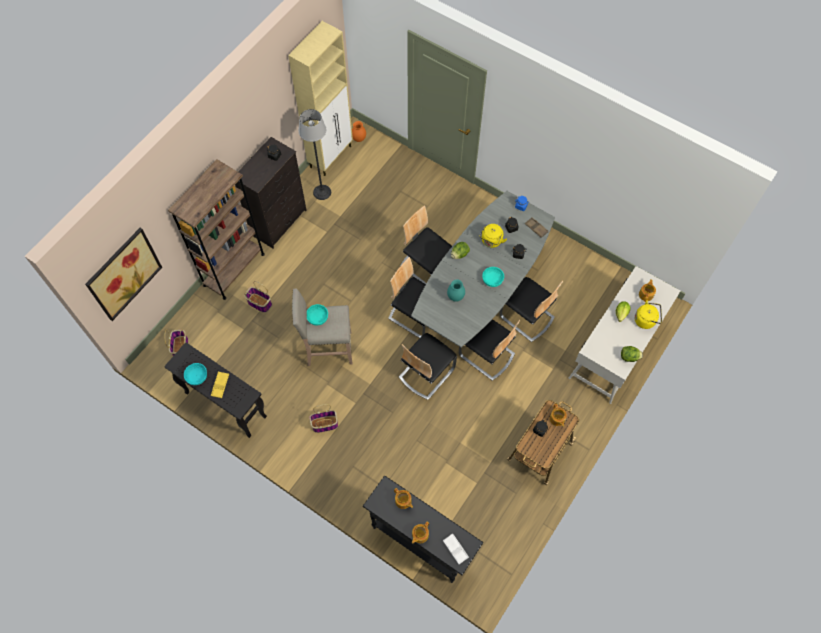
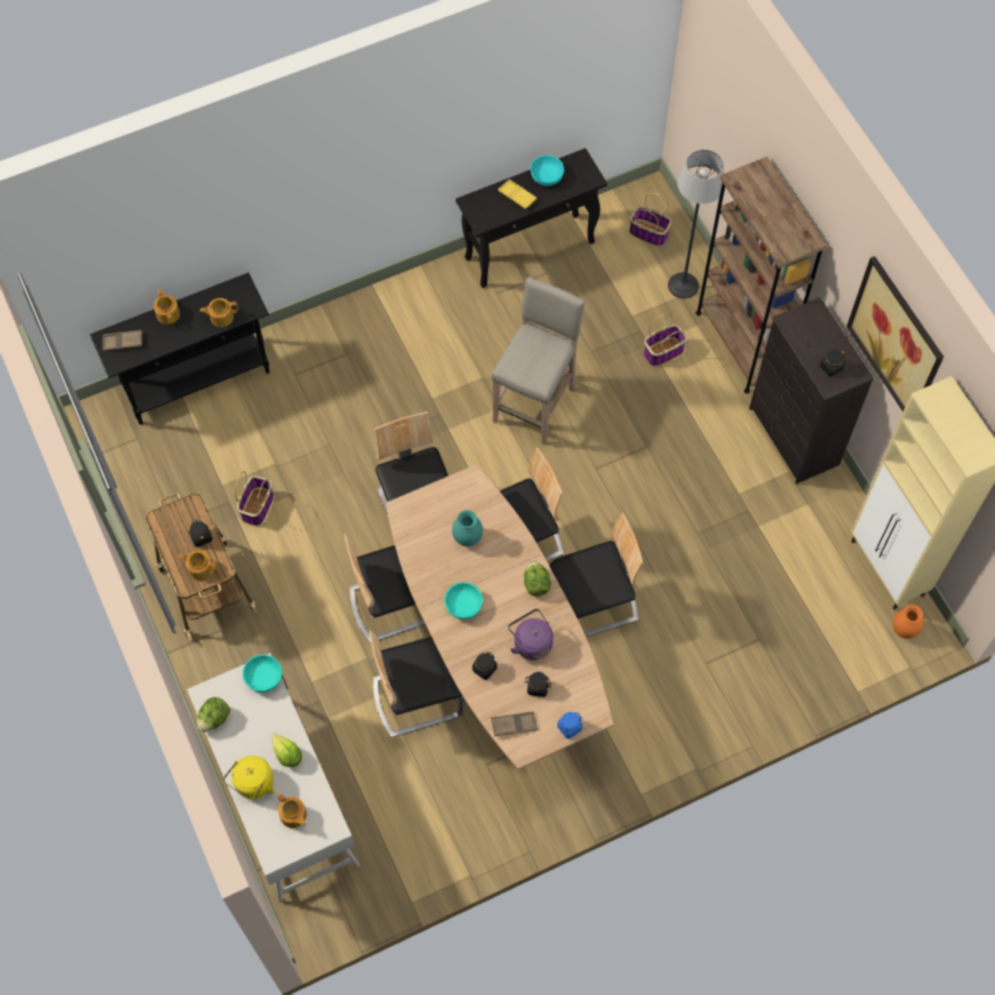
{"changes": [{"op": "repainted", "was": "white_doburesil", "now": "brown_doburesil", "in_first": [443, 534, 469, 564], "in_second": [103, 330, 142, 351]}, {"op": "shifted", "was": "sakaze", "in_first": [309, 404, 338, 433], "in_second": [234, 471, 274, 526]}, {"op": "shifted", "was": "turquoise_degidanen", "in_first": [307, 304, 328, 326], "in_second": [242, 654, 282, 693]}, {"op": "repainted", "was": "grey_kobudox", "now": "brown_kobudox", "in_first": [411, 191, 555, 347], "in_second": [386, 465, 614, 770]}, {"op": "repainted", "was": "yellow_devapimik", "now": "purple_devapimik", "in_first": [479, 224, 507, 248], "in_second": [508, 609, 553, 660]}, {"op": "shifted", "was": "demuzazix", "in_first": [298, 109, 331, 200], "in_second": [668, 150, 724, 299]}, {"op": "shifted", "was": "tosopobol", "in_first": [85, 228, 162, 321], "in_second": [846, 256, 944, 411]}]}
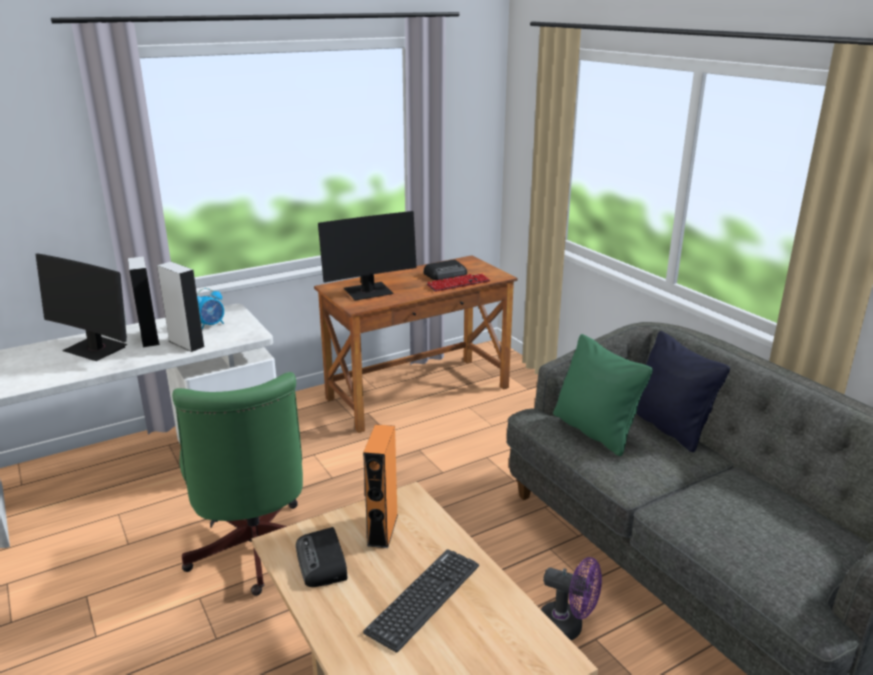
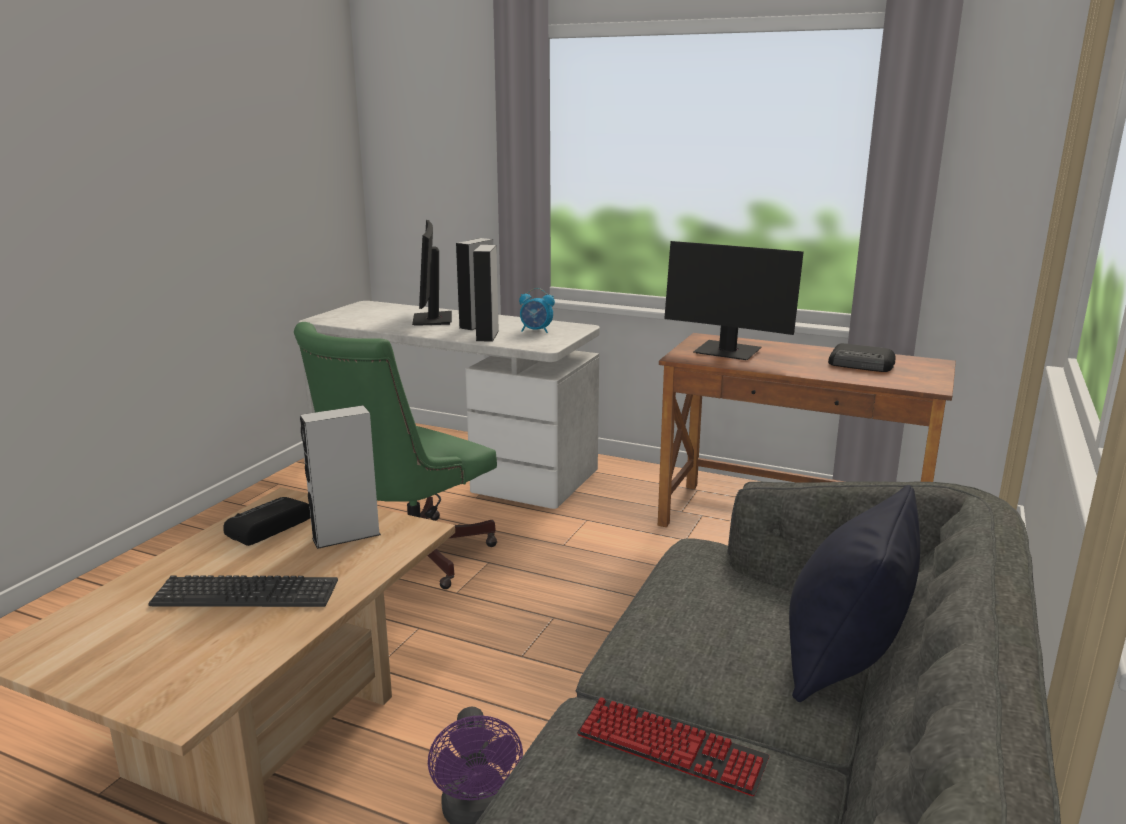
{"changes": [{"op": "repainted", "was": "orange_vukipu", "now": "grey_vukipu", "in_first": [363, 424, 398, 548], "in_second": [300, 405, 381, 549]}, {"op": "shifted", "was": "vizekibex", "in_first": [427, 274, 490, 292], "in_second": [577, 697, 770, 796]}, {"op": "gone", "was": "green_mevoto", "in_first": [553, 334, 653, 456]}]}
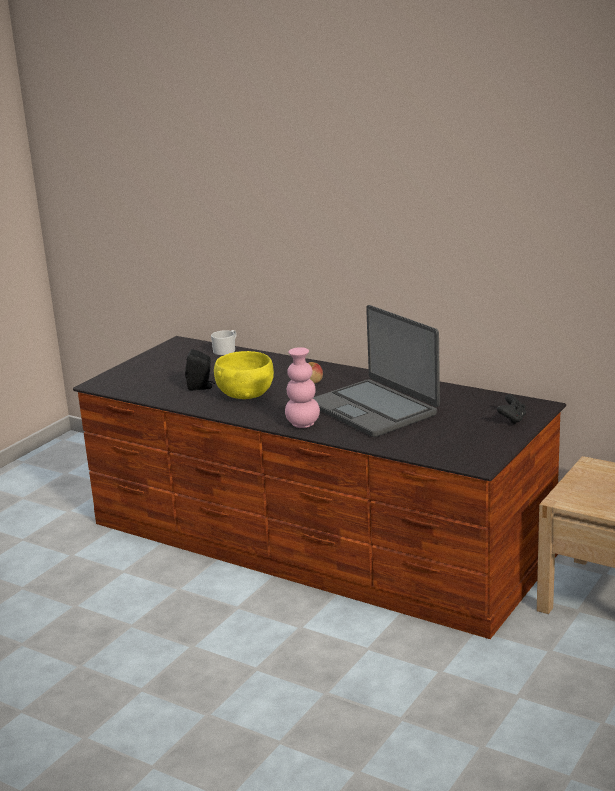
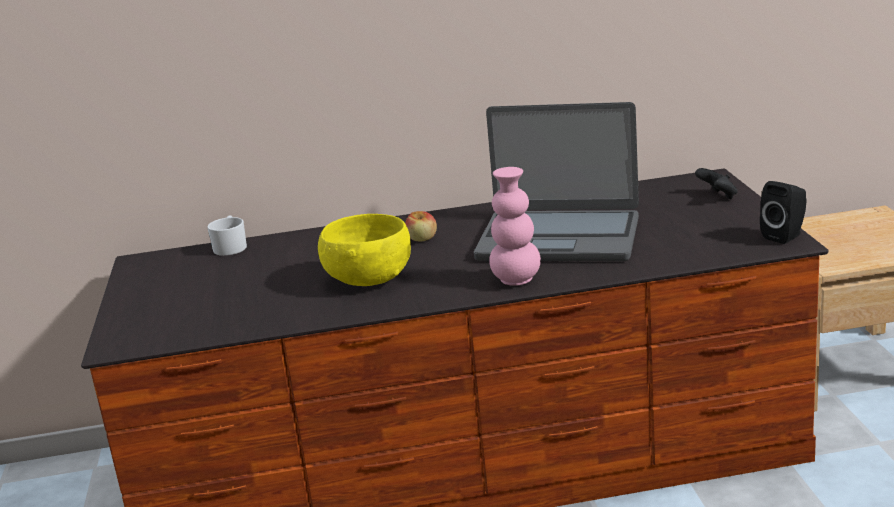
{"changes": [{"op": "shifted", "was": "black_vukipu", "in_first": [185, 349, 215, 390], "in_second": [760, 181, 807, 244]}]}
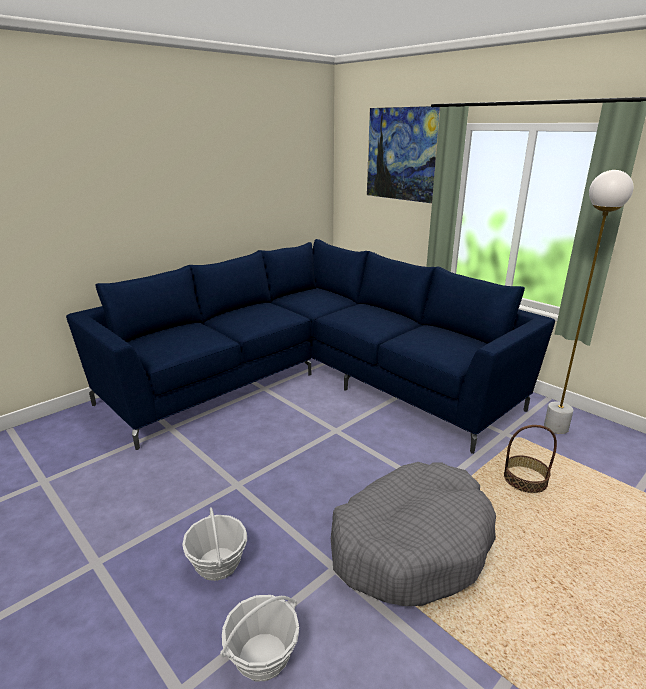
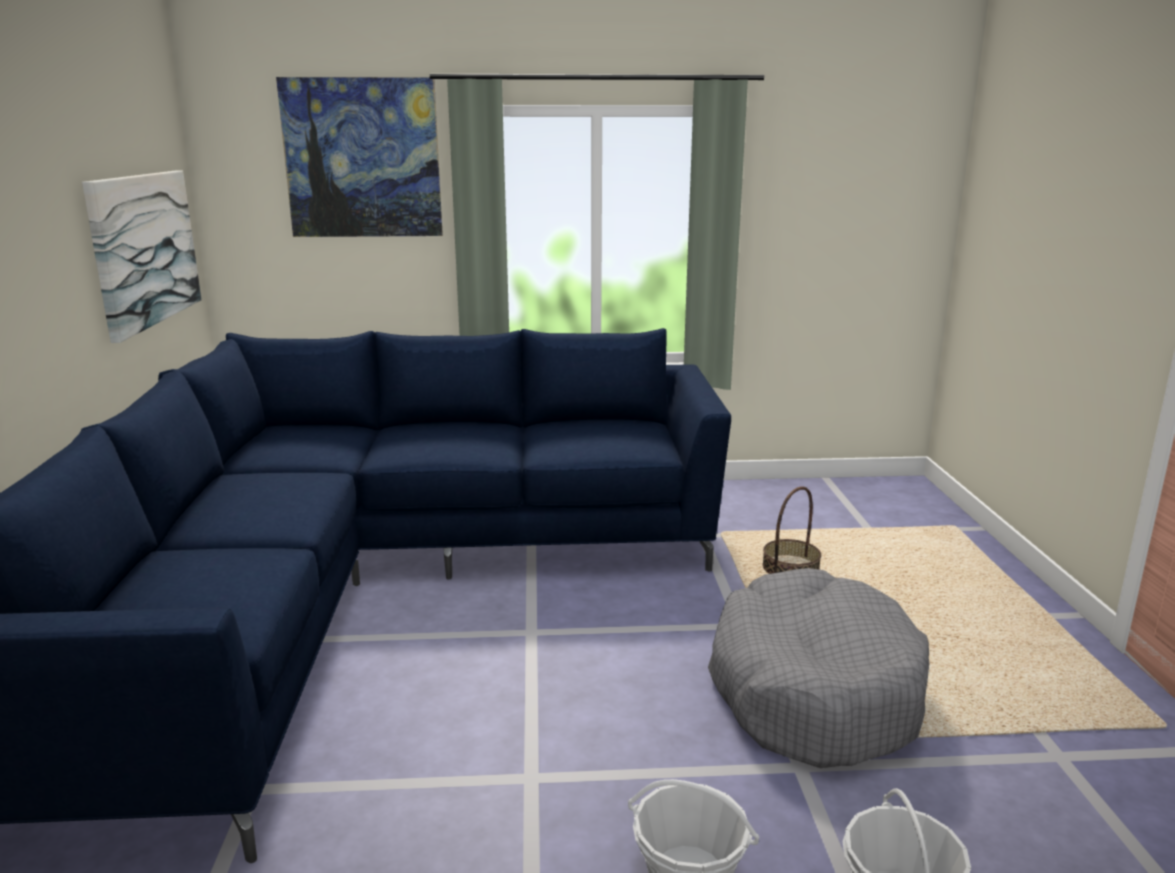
{"changes": [{"op": "new", "now": "tosopobol", "in_second": [82, 171, 201, 343]}, {"op": "gone", "was": "white_demuzazix", "in_first": [544, 170, 633, 434]}]}
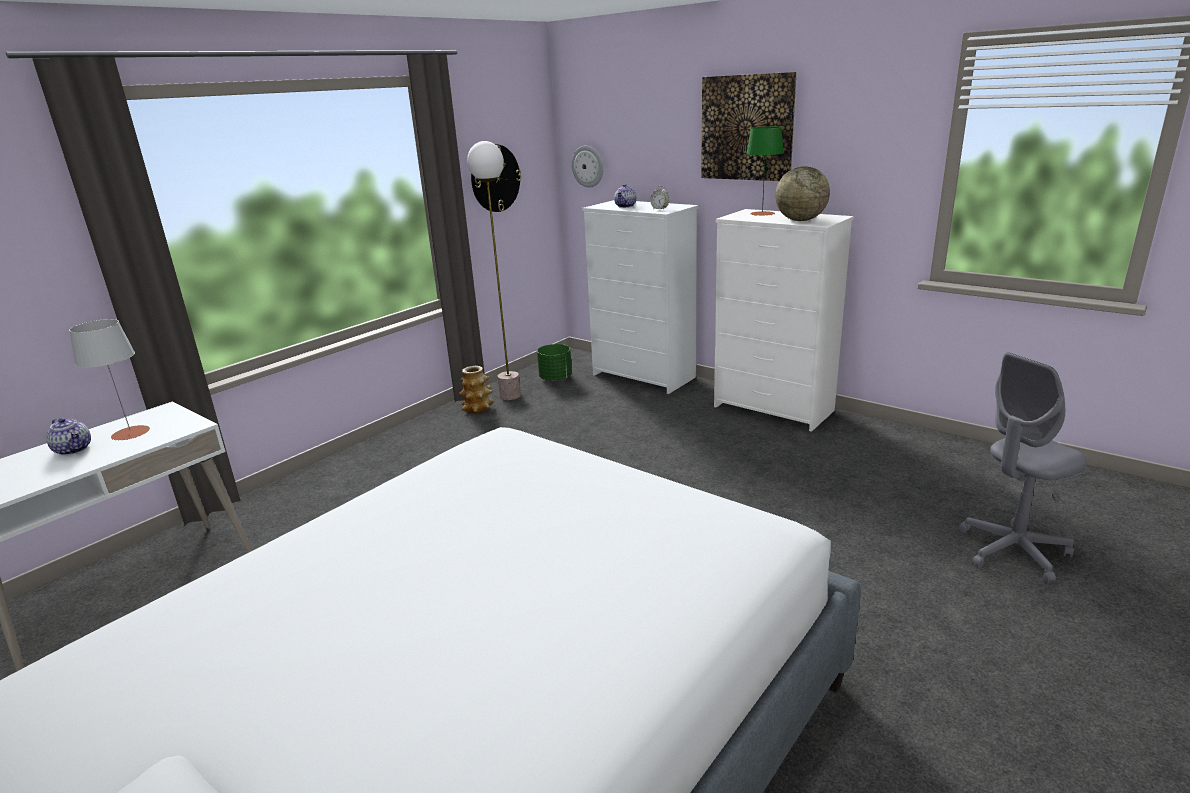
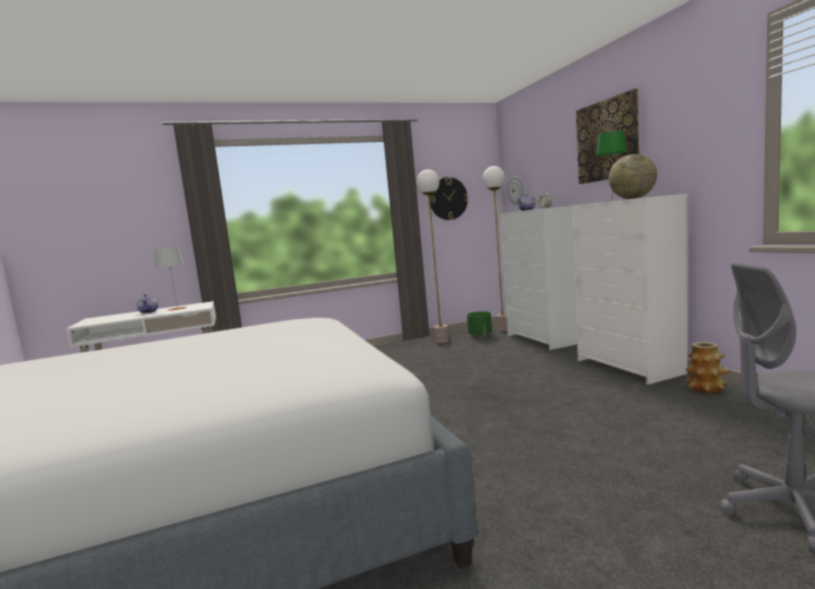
{"changes": [{"op": "new", "now": "demuzazix", "in_second": [482, 166, 507, 331]}, {"op": "shifted", "was": "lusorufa", "in_first": [459, 366, 494, 413], "in_second": [685, 342, 729, 393]}]}
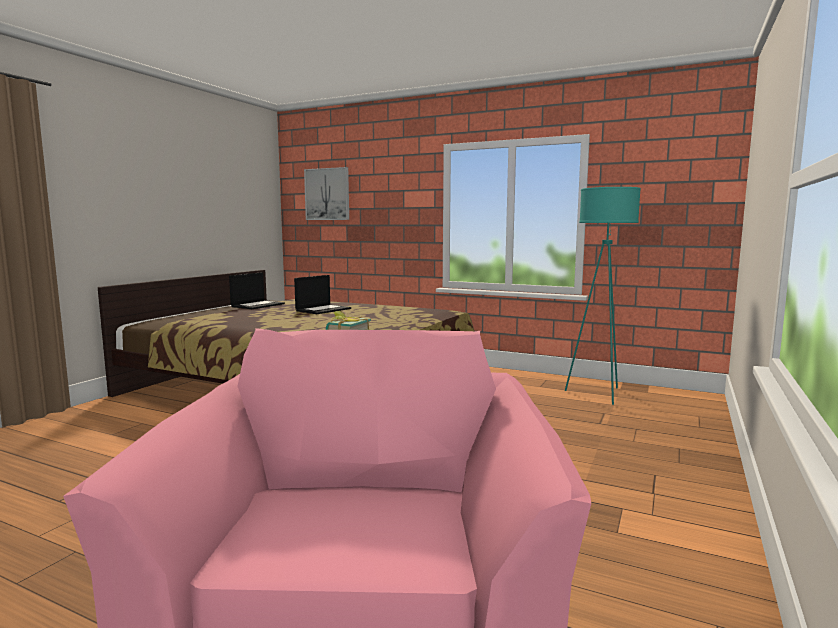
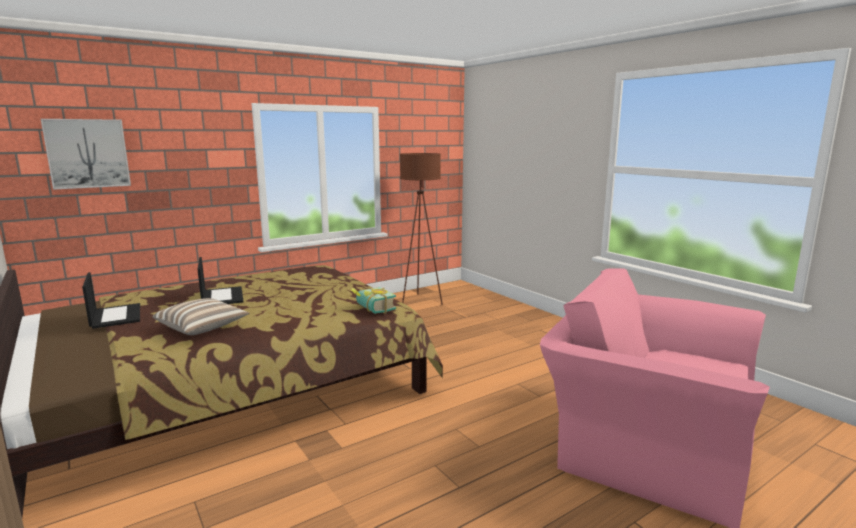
{"changes": [{"op": "new", "now": "mevoto", "in_second": [152, 298, 249, 335]}, {"op": "repainted", "was": "turquoise_demuzazix", "now": "brown_demuzazix", "in_first": [565, 187, 641, 405], "in_second": [400, 153, 443, 305]}]}
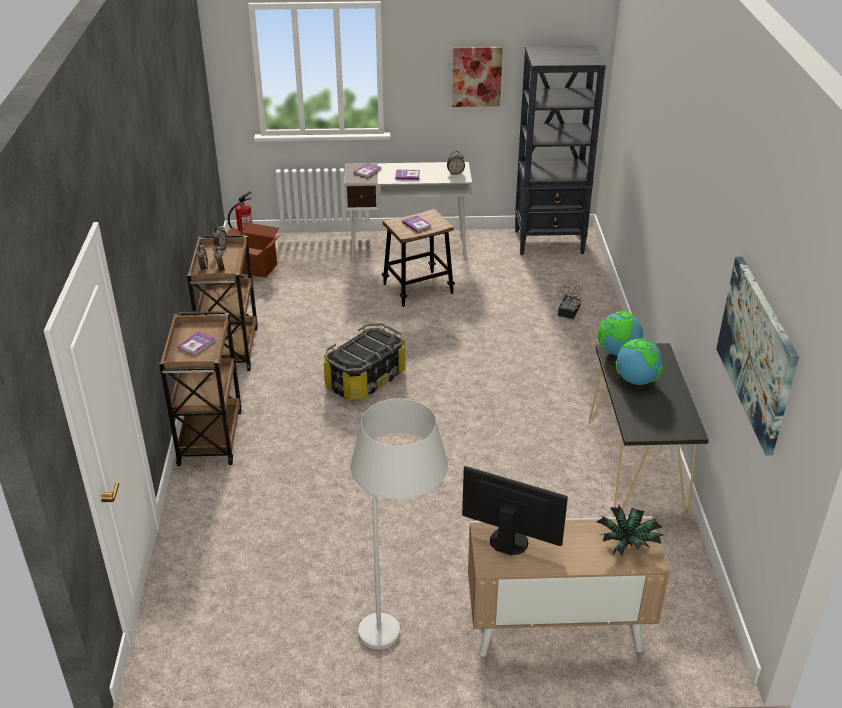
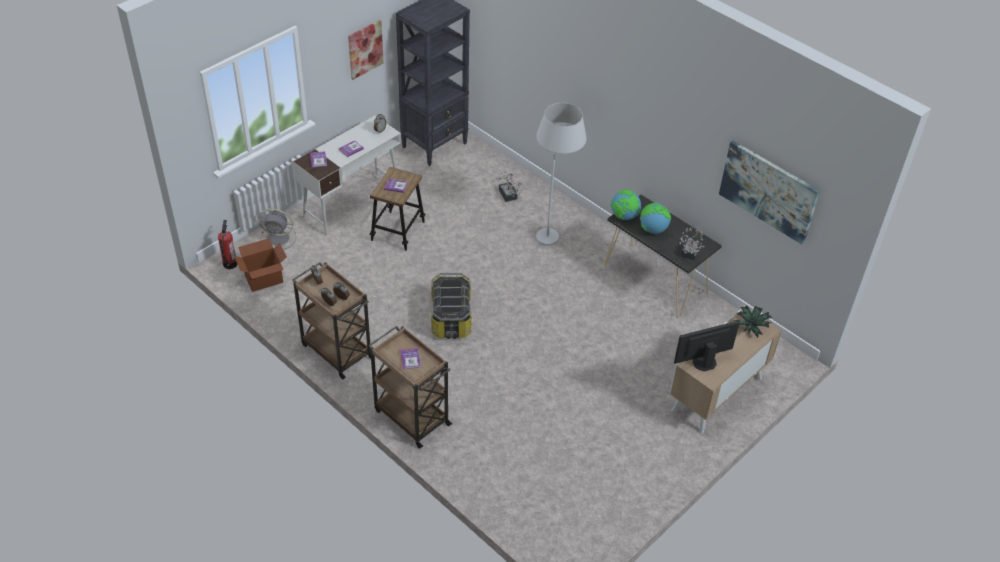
{"changes": [{"op": "new", "now": "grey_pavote", "in_second": [258, 208, 296, 250]}, {"op": "shifted", "was": "white_demuzazix", "in_first": [351, 398, 448, 650], "in_second": [536, 103, 587, 246]}, {"op": "new", "now": "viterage", "in_second": [679, 225, 705, 260]}]}
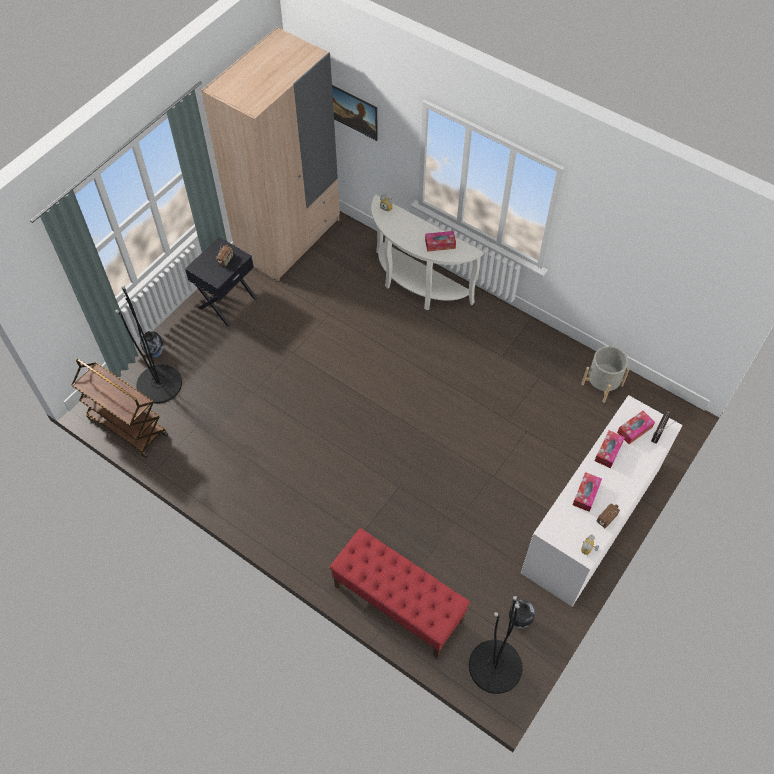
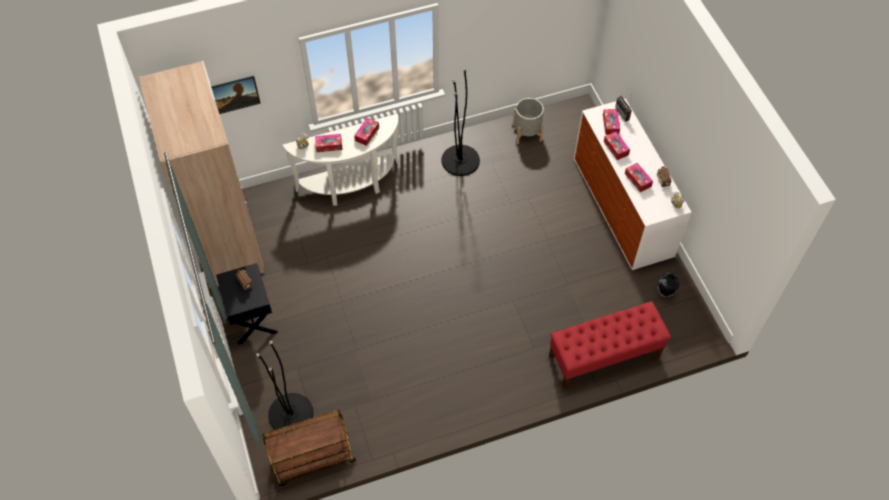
{"changes": [{"op": "new", "now": "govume", "in_second": [315, 134, 343, 152]}, {"op": "shifted", "was": "black_demuzazix", "in_first": [469, 596, 523, 694], "in_second": [442, 68, 480, 176]}, {"op": "gone", "was": "lusorufa", "in_first": [140, 331, 163, 358]}]}
